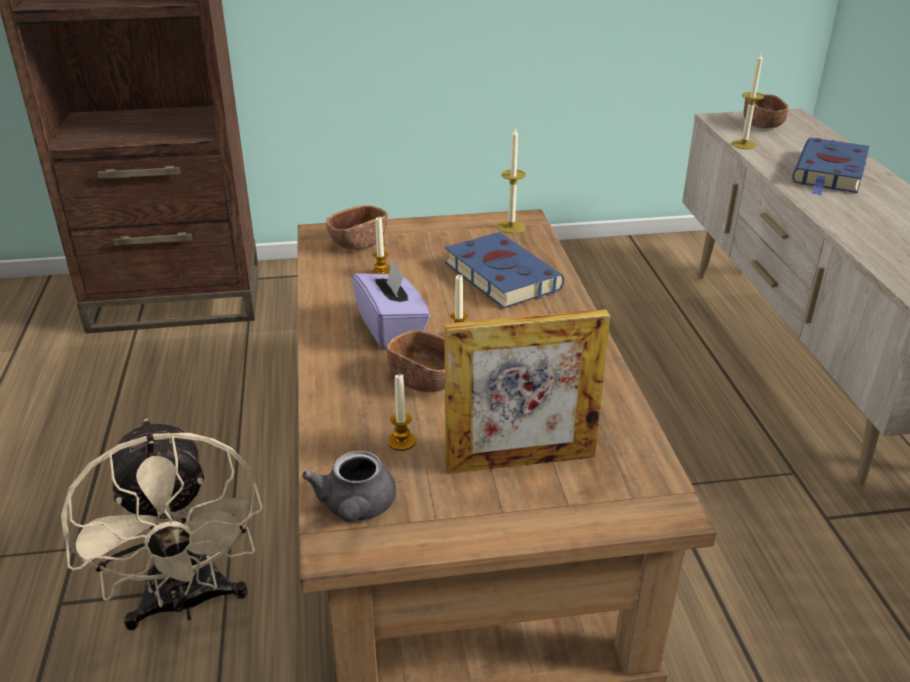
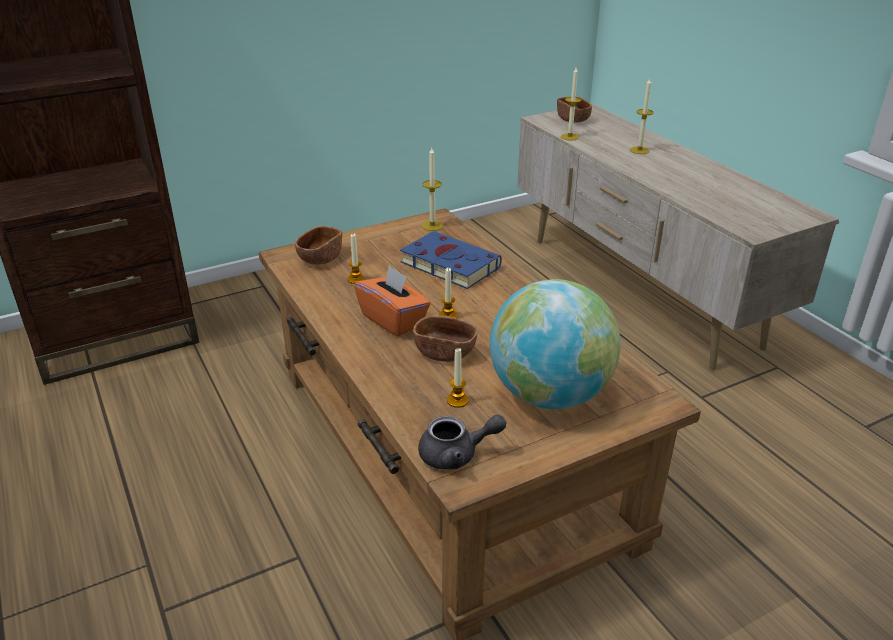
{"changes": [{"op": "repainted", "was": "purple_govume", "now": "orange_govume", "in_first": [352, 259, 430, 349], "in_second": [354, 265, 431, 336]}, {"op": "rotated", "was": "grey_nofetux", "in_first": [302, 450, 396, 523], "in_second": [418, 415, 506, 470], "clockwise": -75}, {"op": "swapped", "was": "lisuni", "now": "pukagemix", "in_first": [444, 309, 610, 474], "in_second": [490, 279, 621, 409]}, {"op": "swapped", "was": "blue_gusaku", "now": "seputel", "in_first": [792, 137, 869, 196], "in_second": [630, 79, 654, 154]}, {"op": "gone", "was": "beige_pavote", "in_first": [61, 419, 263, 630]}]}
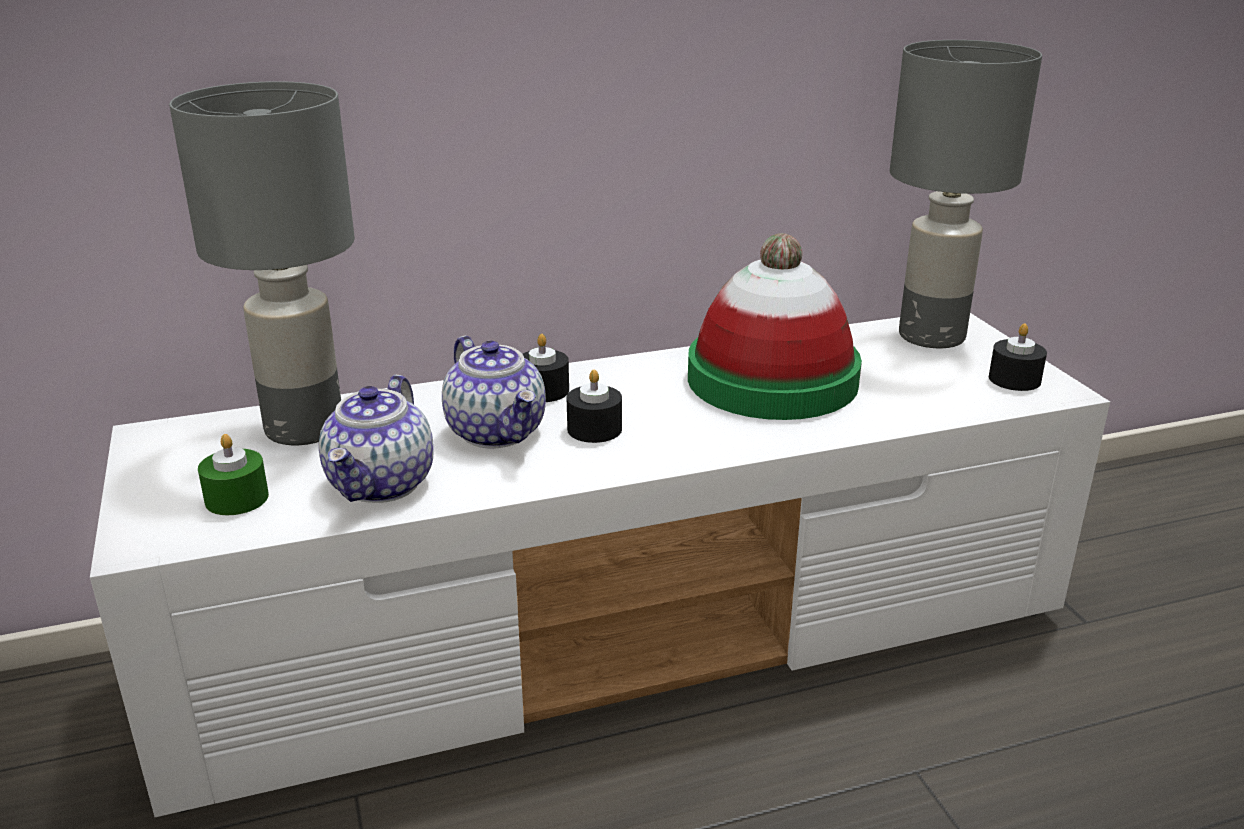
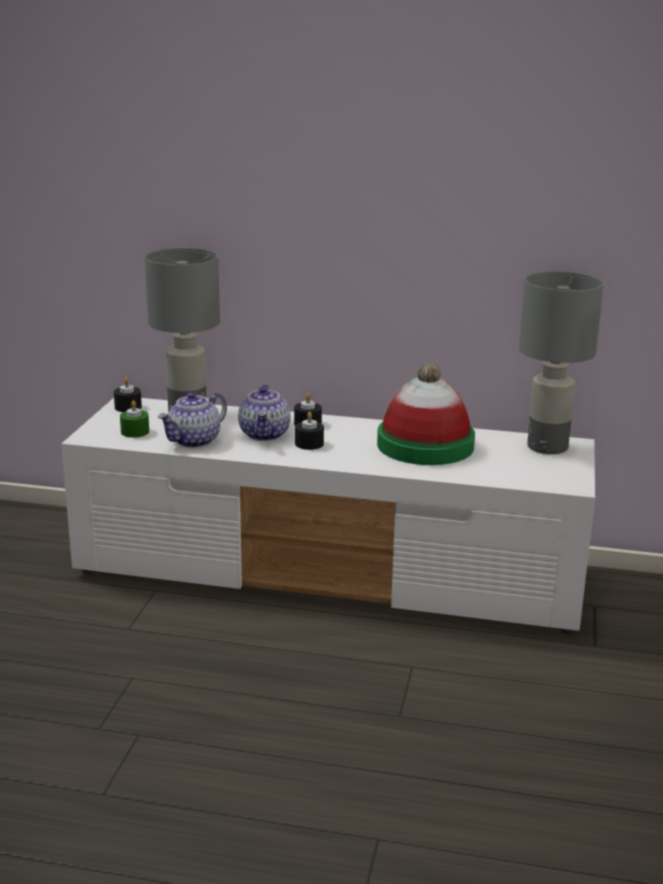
{"changes": [{"op": "shifted", "was": "black_seputel", "in_first": [989, 323, 1047, 391], "in_second": [114, 377, 142, 412]}]}
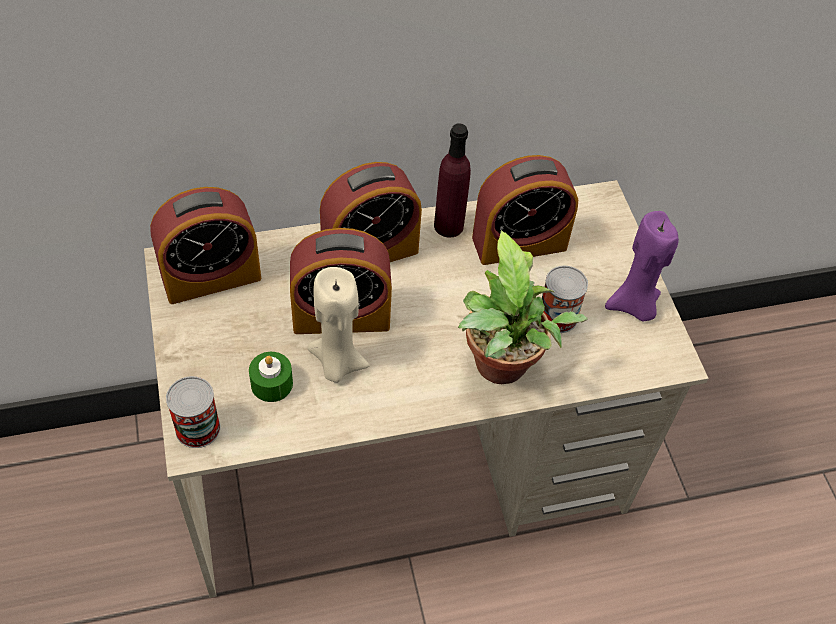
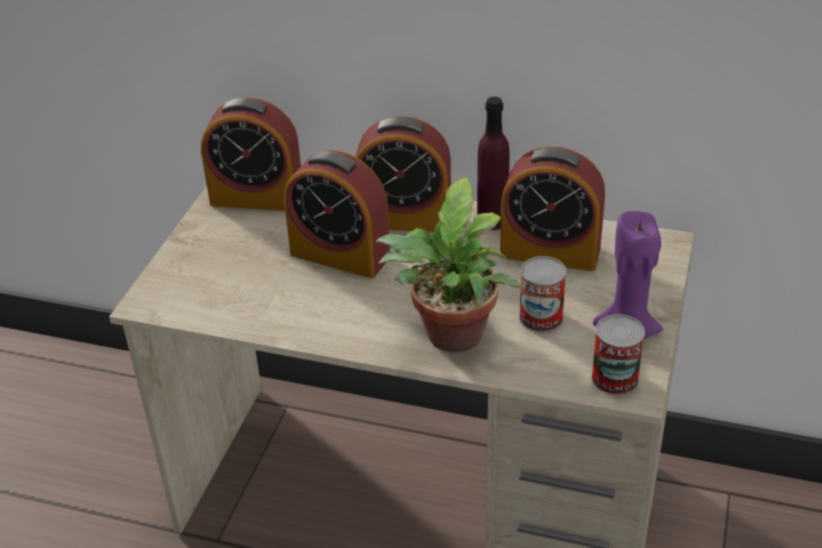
{"changes": [{"op": "shifted", "was": "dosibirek", "in_first": [166, 376, 221, 448], "in_second": [591, 314, 645, 395]}, {"op": "gone", "was": "green_seputel", "in_first": [249, 352, 293, 402]}, {"op": "gone", "was": "beige_seputel", "in_first": [307, 267, 370, 383]}]}
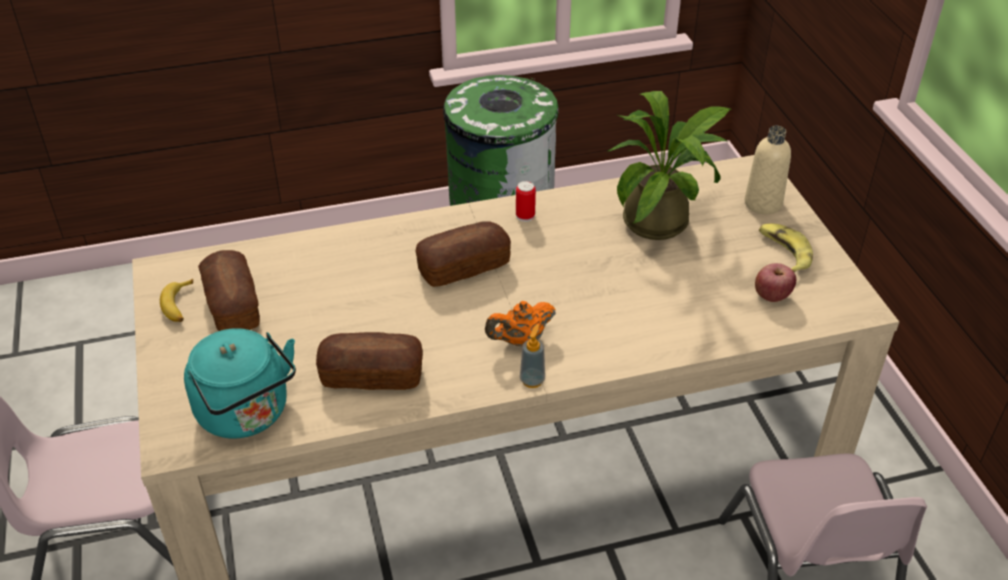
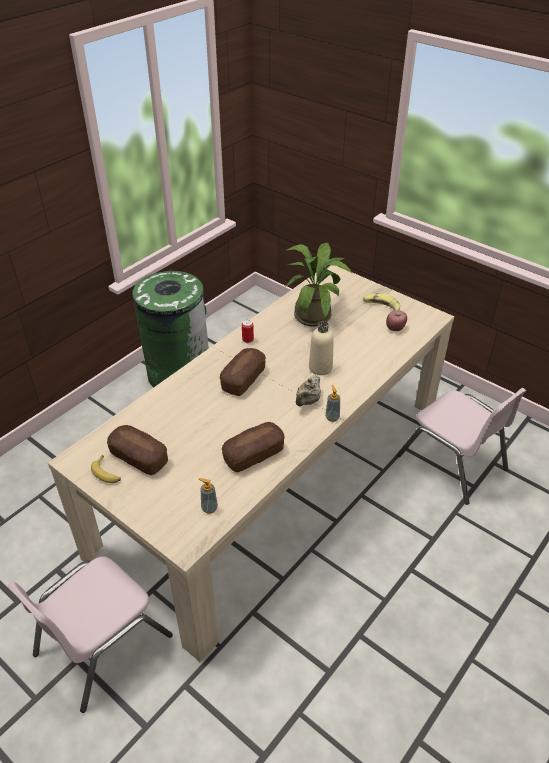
{"changes": [{"op": "swapped", "was": "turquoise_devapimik", "now": "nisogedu", "in_first": [184, 328, 296, 439], "in_second": [199, 478, 218, 514]}, {"op": "repainted", "was": "orange_nofetux", "now": "beige_nofetux", "in_first": [485, 301, 556, 346], "in_second": [296, 375, 321, 406]}, {"op": "shifted", "was": "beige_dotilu", "in_first": [745, 126, 791, 214], "in_second": [309, 321, 334, 375]}]}
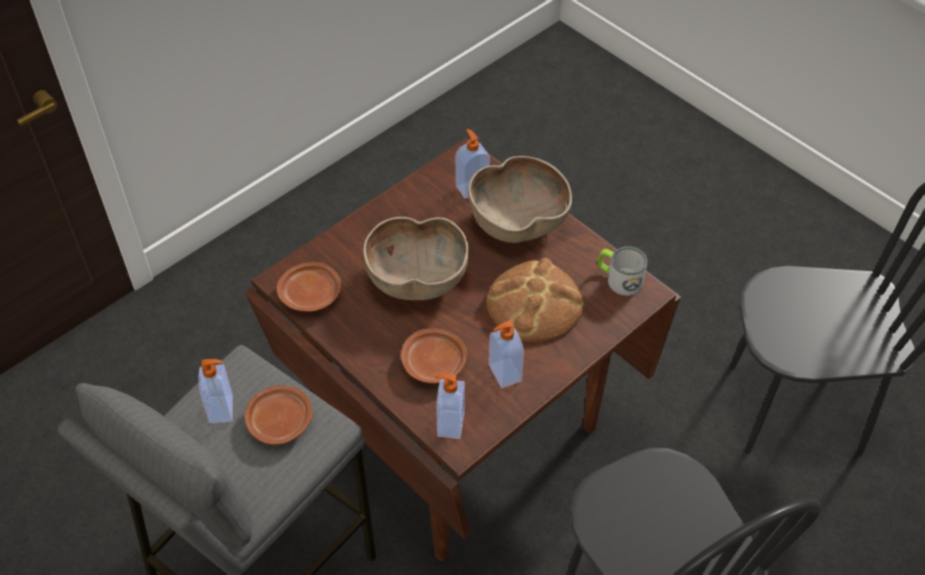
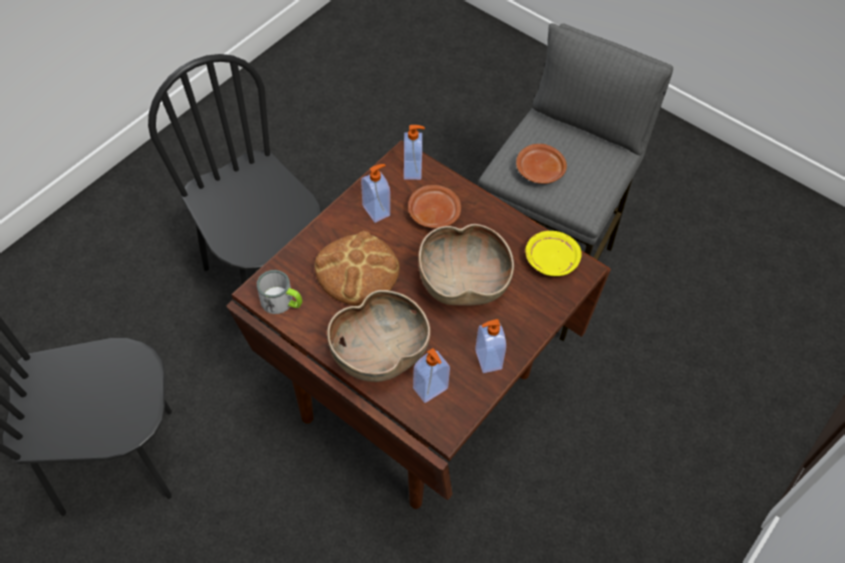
{"changes": [{"op": "shifted", "was": "nisogedu", "in_first": [199, 359, 233, 423], "in_second": [475, 319, 506, 373]}, {"op": "repainted", "was": "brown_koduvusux", "now": "yellow_koduvusux", "in_first": [277, 262, 341, 312], "in_second": [525, 231, 582, 276]}]}
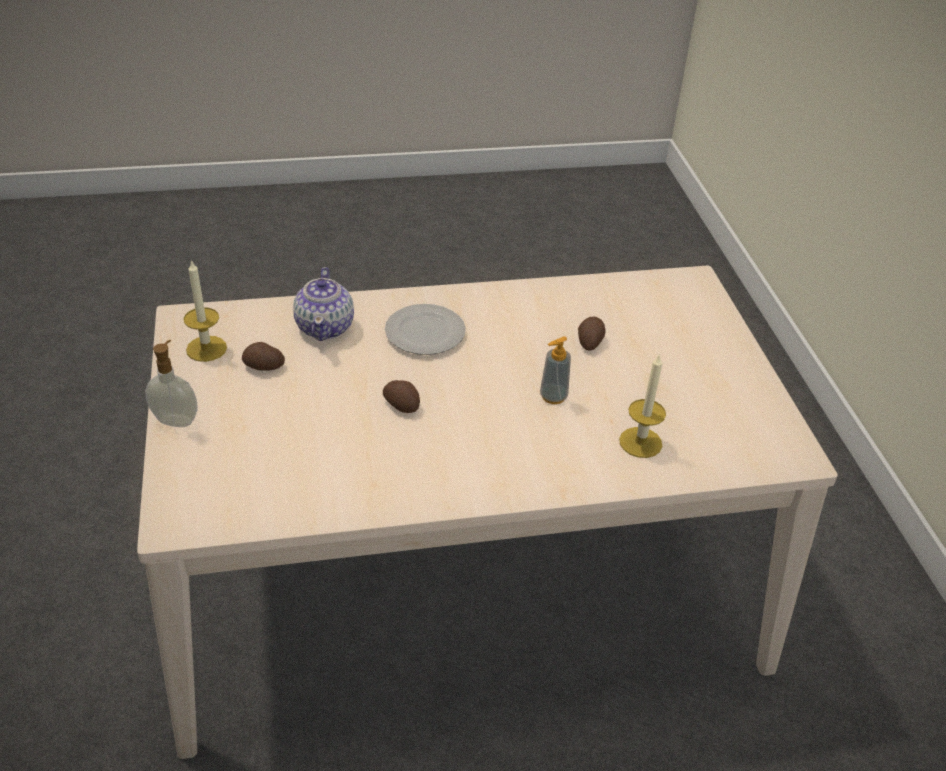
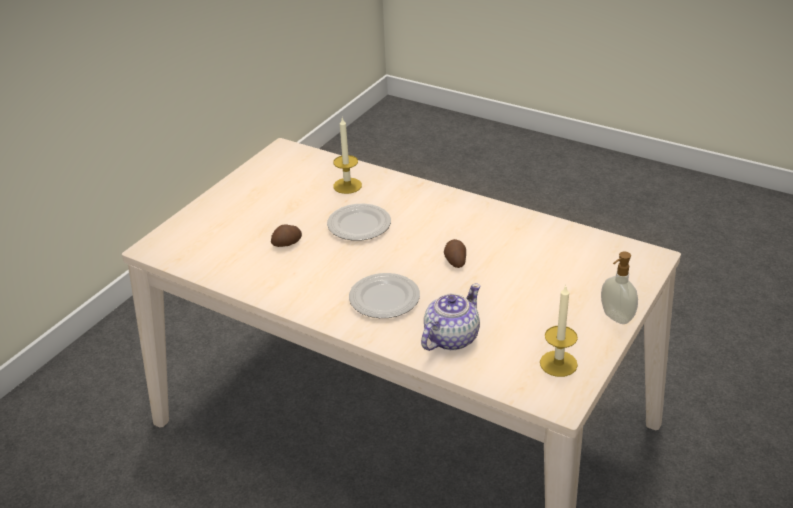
{"changes": [{"op": "swapped", "was": "nisogedu", "now": "koduvusux", "in_first": [540, 336, 571, 404], "in_second": [327, 204, 391, 241]}, {"op": "gone", "was": "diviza", "in_first": [242, 342, 285, 371]}]}
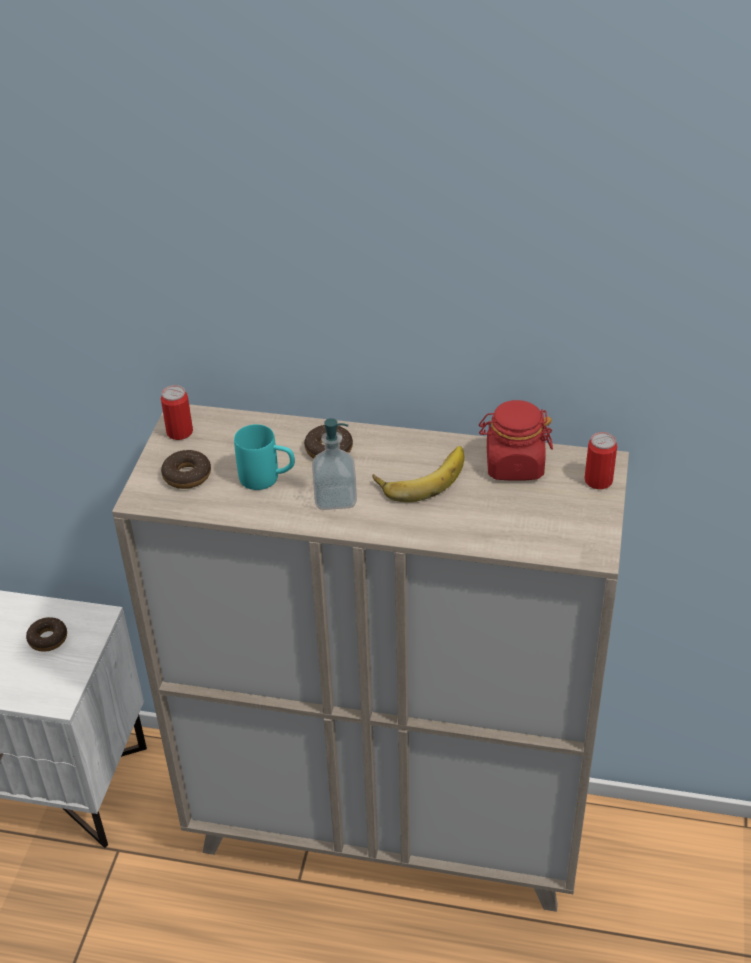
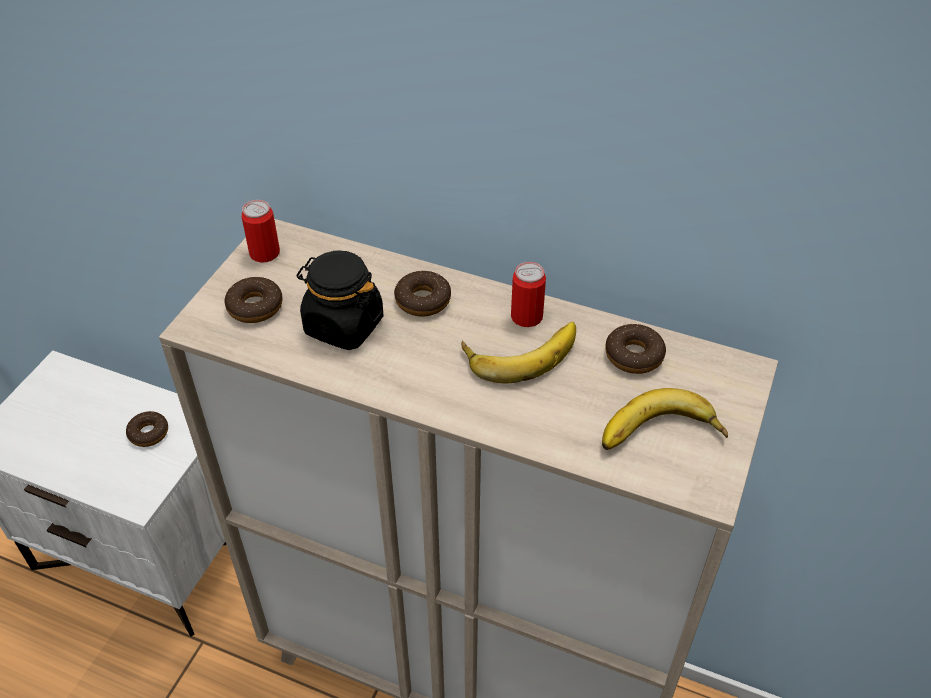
{"changes": [{"op": "swapped", "was": "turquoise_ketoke", "now": "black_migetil", "in_first": [234, 424, 295, 490], "in_second": [297, 251, 383, 350]}, {"op": "shifted", "was": "dosibirek", "in_first": [584, 432, 617, 489], "in_second": [511, 262, 546, 327]}, {"op": "new", "now": "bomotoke", "in_second": [602, 388, 728, 450]}, {"op": "swapped", "was": "red_migetil", "now": "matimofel", "in_first": [479, 400, 553, 480], "in_second": [605, 324, 666, 374]}, {"op": "gone", "was": "nisogedu", "in_first": [312, 418, 357, 510]}]}
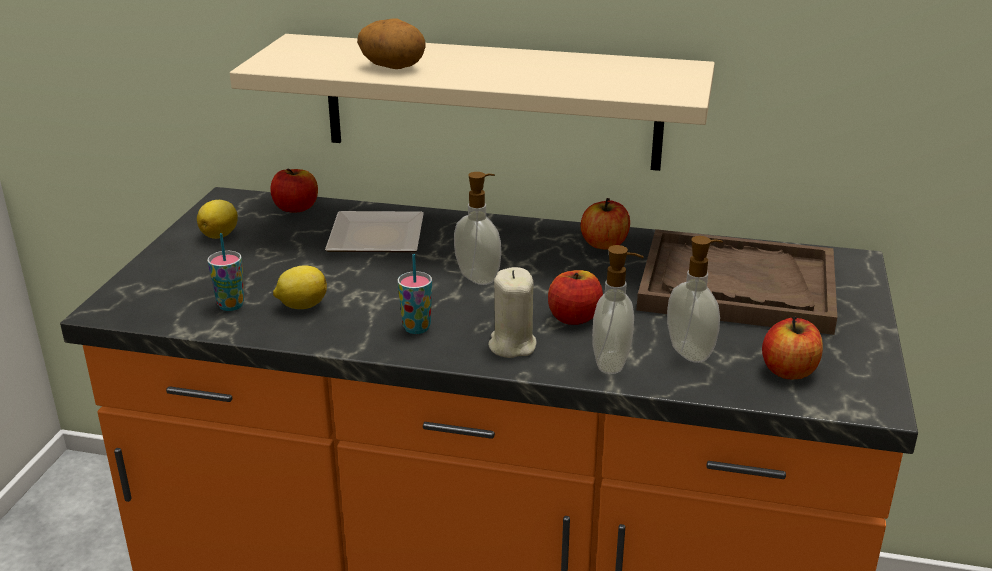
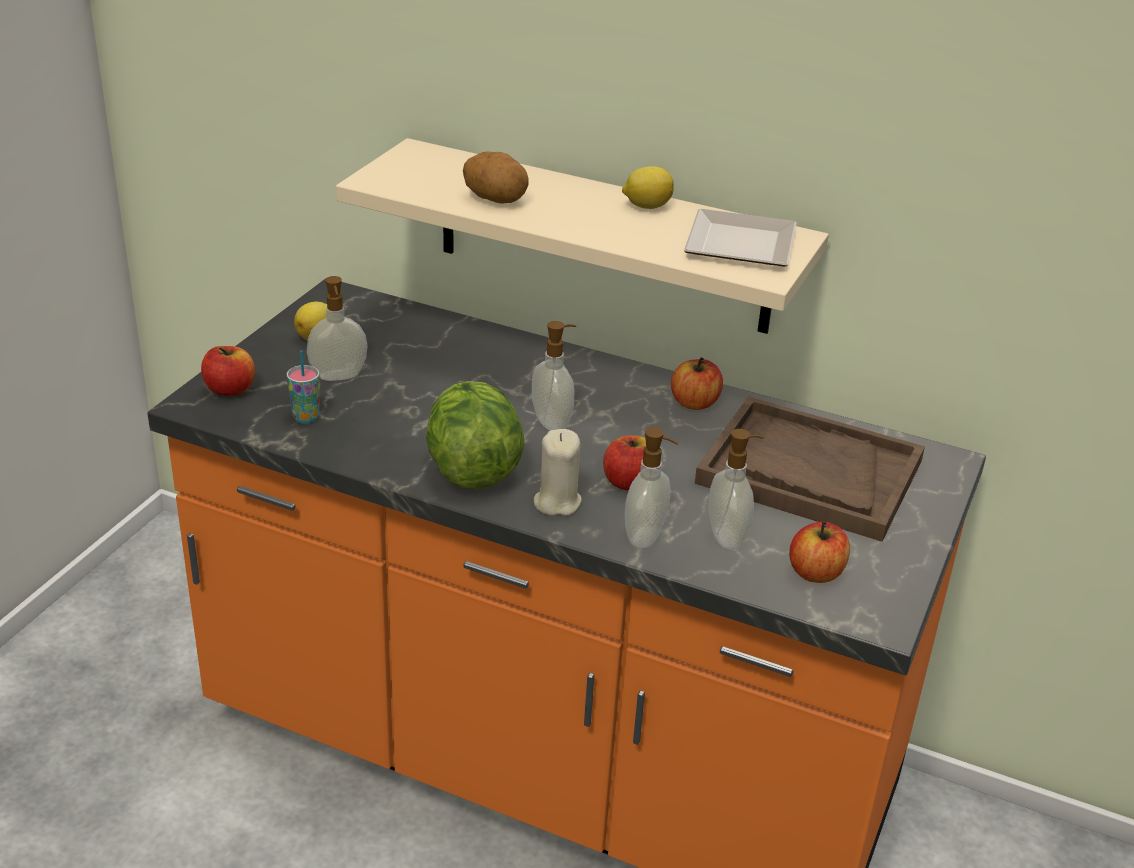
{"changes": [{"op": "shifted", "was": "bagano", "in_first": [271, 168, 318, 213], "in_second": [201, 346, 255, 396]}, {"op": "new", "now": "nisogedu", "in_second": [307, 276, 368, 381]}, {"op": "swapped", "was": "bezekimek", "now": "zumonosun", "in_first": [397, 254, 432, 334], "in_second": [426, 381, 525, 489]}, {"op": "shifted", "was": "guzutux", "in_first": [273, 265, 327, 309], "in_second": [622, 166, 674, 209]}, {"op": "shifted", "was": "koduvusux", "in_first": [325, 211, 424, 252], "in_second": [684, 209, 797, 267]}]}
